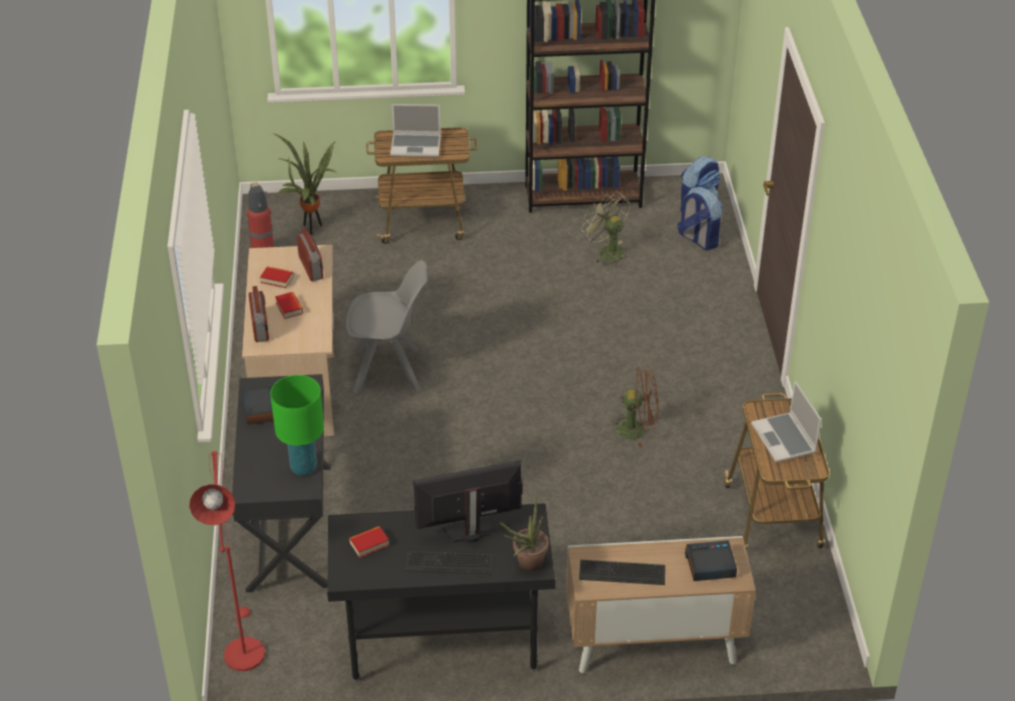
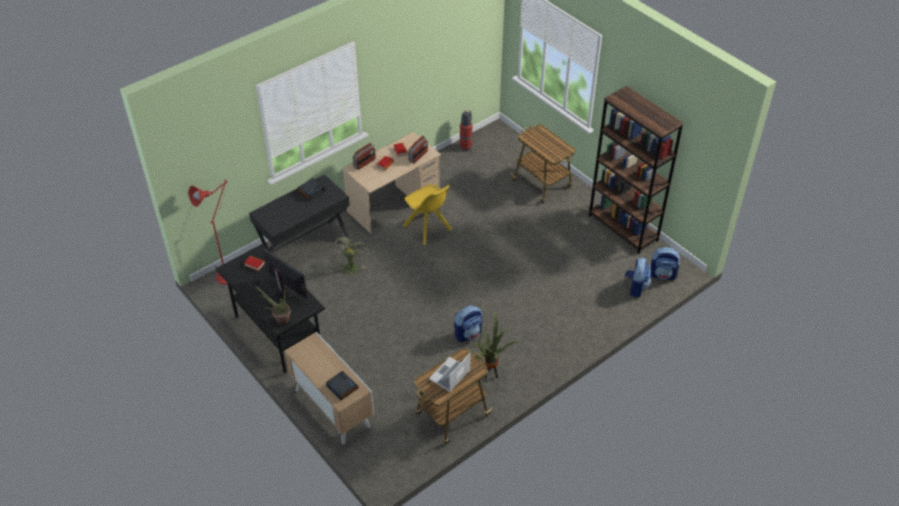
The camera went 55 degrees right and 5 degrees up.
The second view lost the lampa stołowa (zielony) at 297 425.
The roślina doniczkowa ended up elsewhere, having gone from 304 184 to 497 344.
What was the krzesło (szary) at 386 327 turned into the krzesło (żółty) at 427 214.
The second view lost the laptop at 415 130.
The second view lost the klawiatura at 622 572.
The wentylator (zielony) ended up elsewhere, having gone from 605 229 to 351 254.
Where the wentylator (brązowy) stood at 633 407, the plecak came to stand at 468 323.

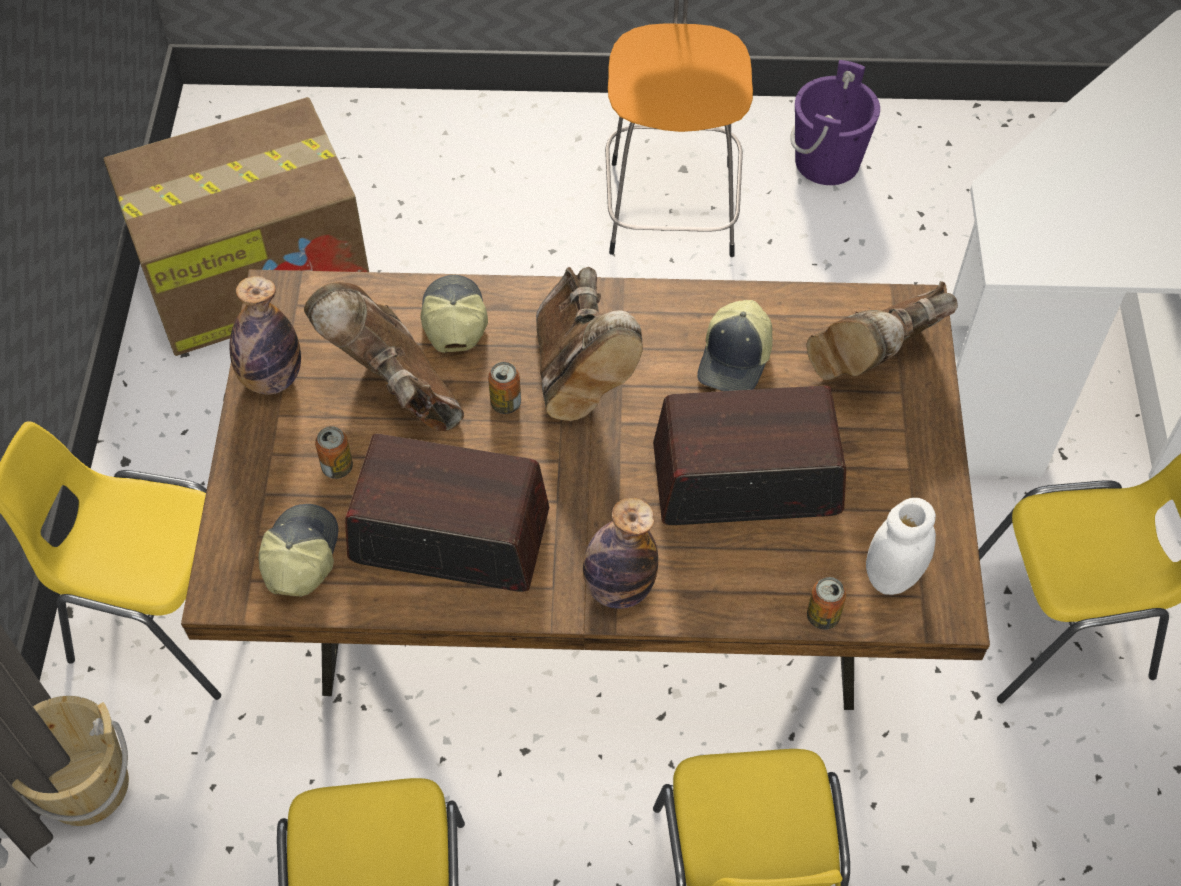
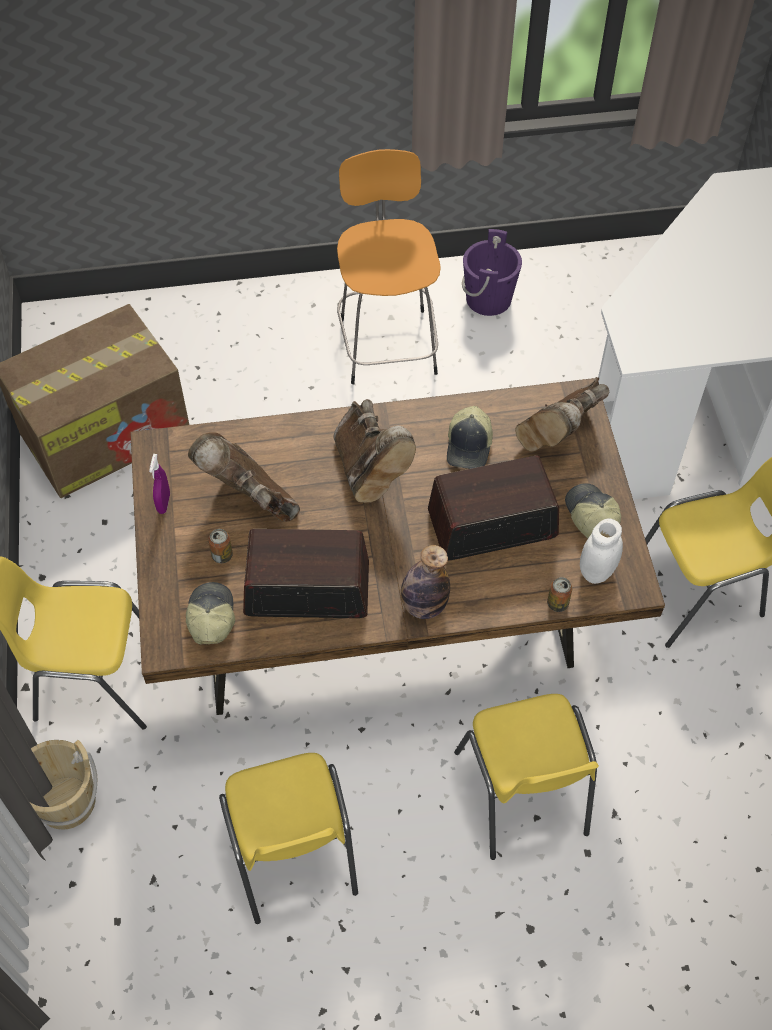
The camera went 10 degrees left and 0 degrees up.
Where the butelka stood at 265 335, the spryskiwacz (fioletowy) came to stand at 159 484.
The czapka z daszkiem ended up elsewhere, having gone from 454 314 to 593 510.
The second view lost the puszka at 504 388.

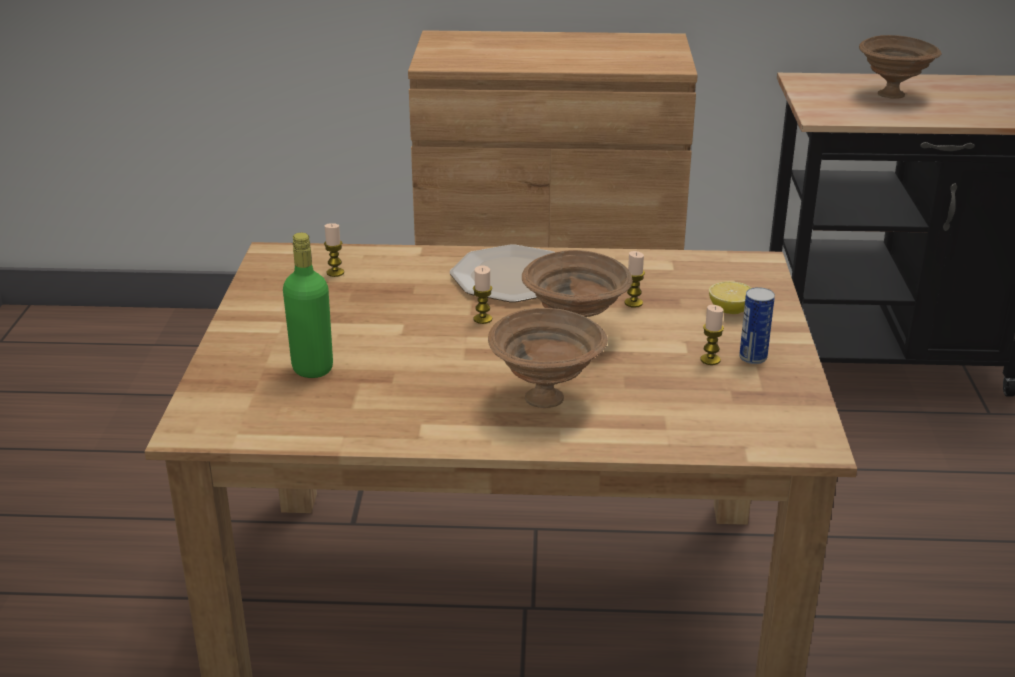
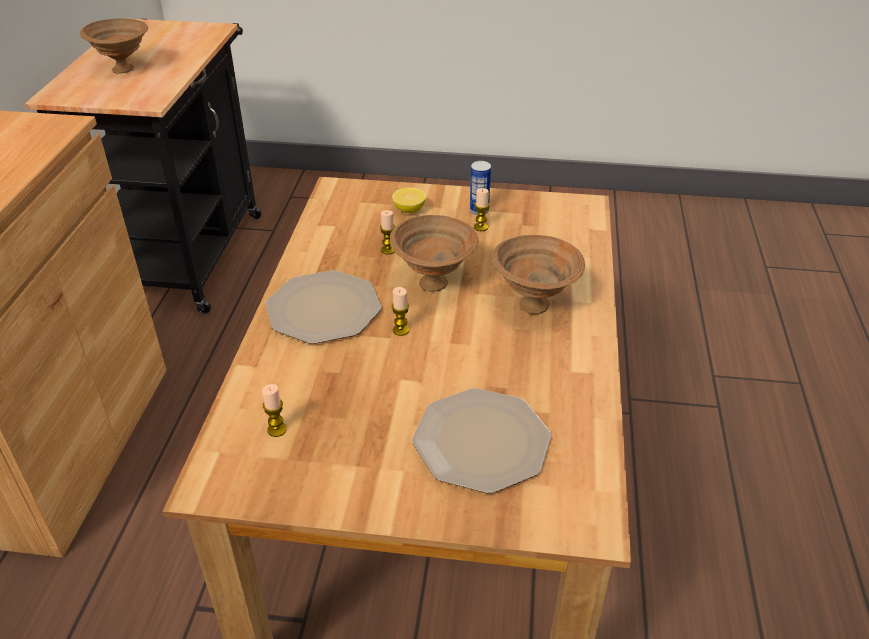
The camera went 85 degrees left and 10 degrees up.
Where the butelka (zielony) stood at 308 305, the talerz came to stand at 481 441.

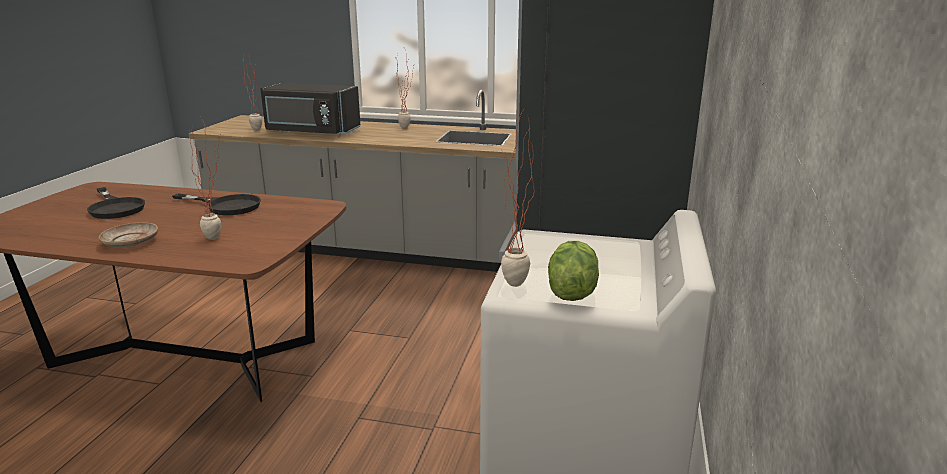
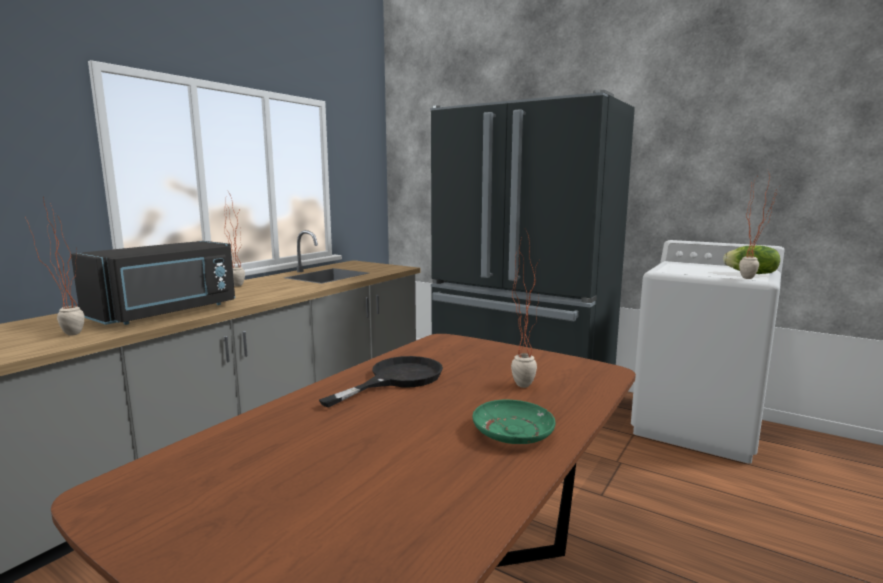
The camera went 70 degrees left and 10 degrees down.
The second view lost the patelnia (czarny) at 116 203.
What was the talerz (beżowy) at 128 234 turned into the talerz (zielony) at 514 422.

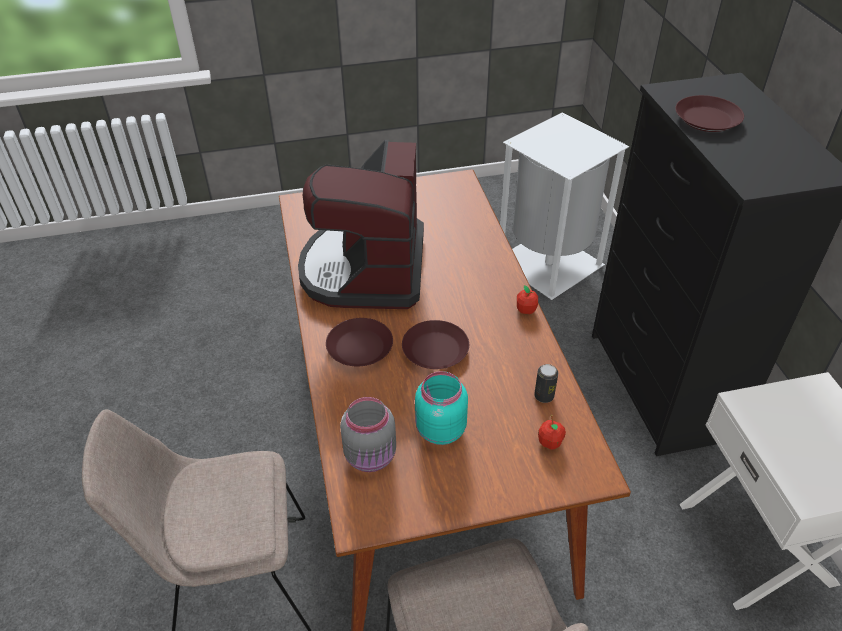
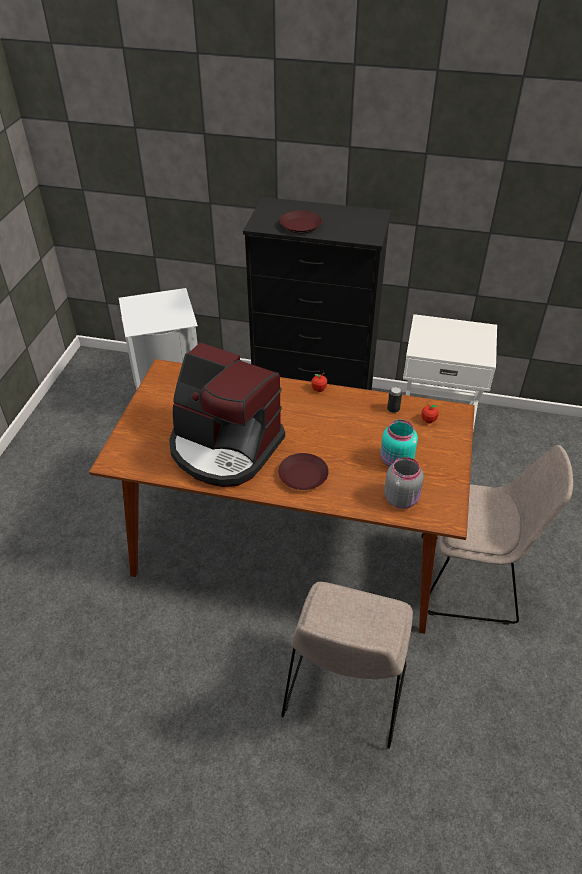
The camera went 65 degrees left and 0 degrees up.
The second view lost the talerz (brązowy) at 435 344.

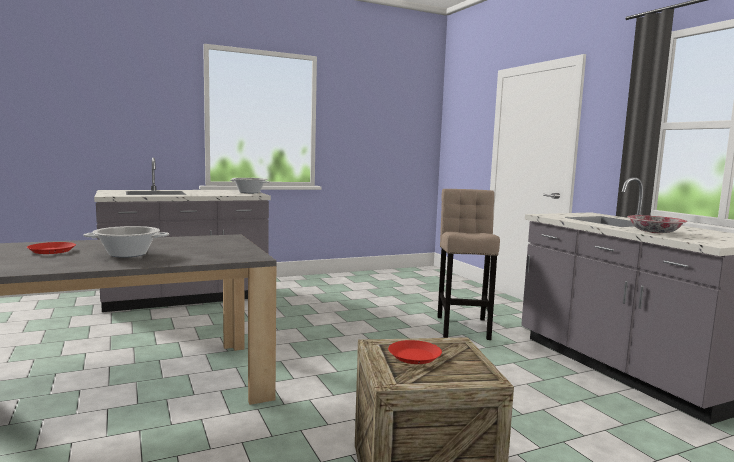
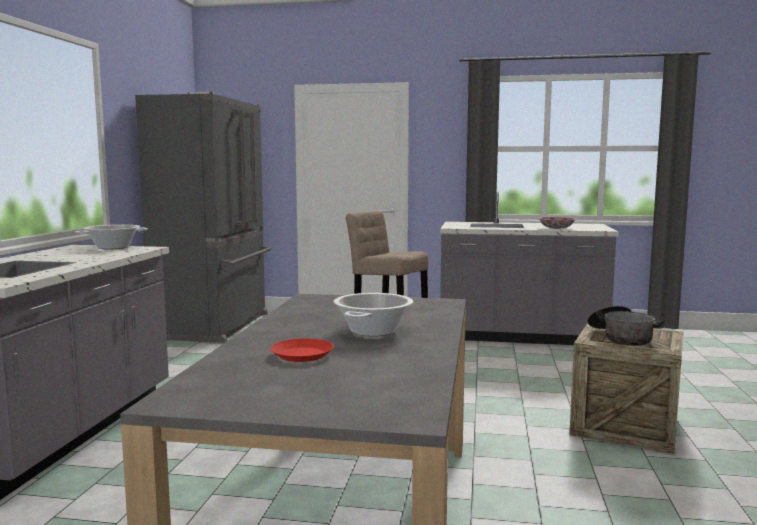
The camera went 55 degrees left and 0 degrees up.
Where the talerz (czerwony) stood at 415 352, the garnek came to stand at 626 326.
The second view gained the lodówka (szary) at 203 217.

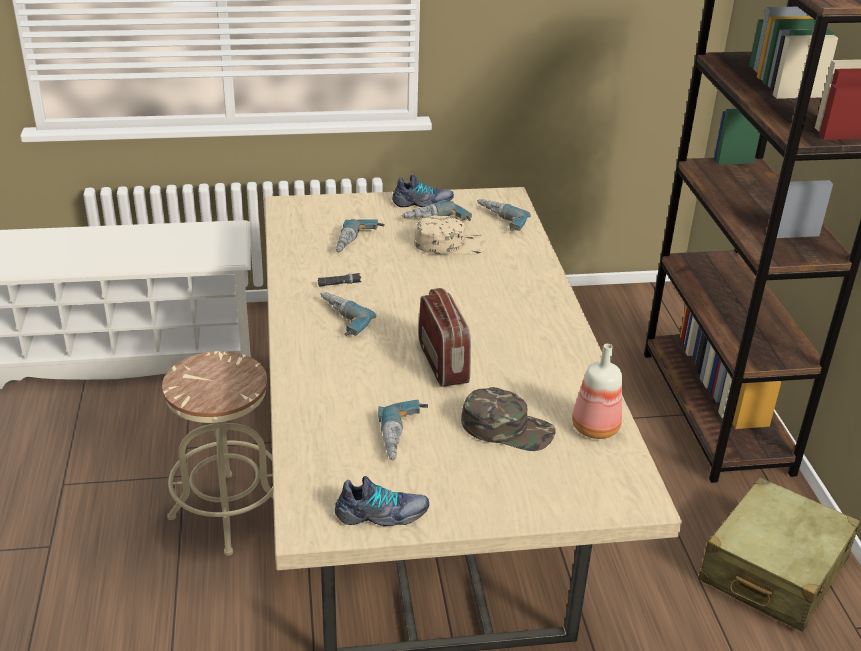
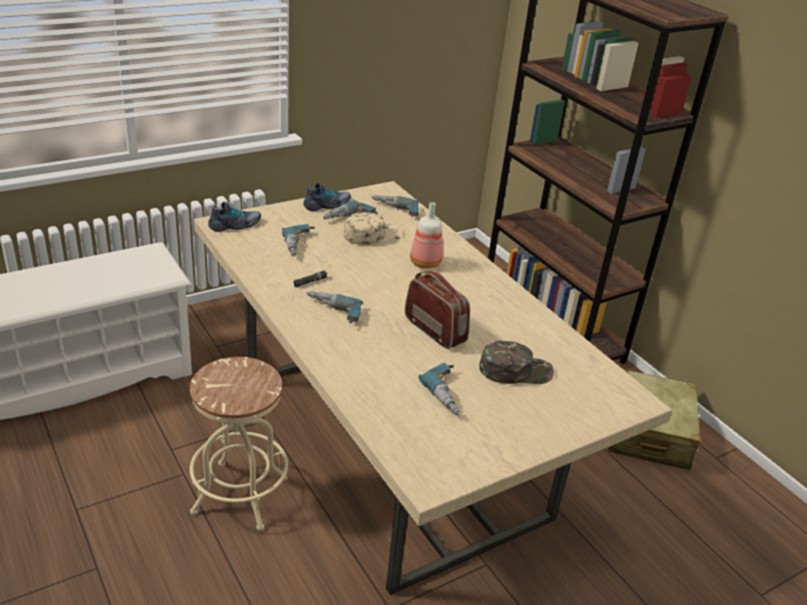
The camera went 25 degrees left and 0 degrees up.
The but ended up elsewhere, having gone from 382 501 to 234 217.
The butelka ended up elsewhere, having gone from 597 391 to 426 235.

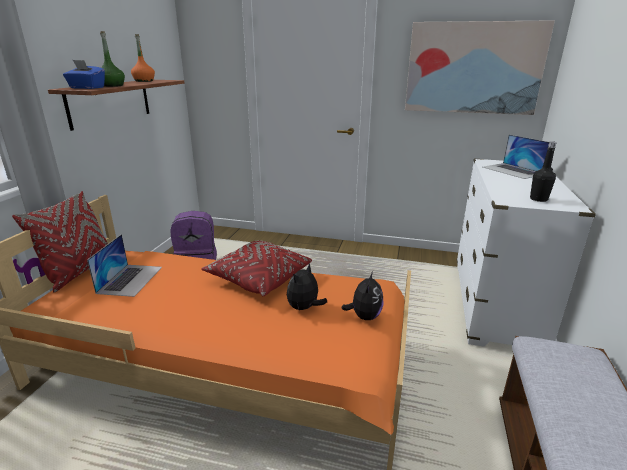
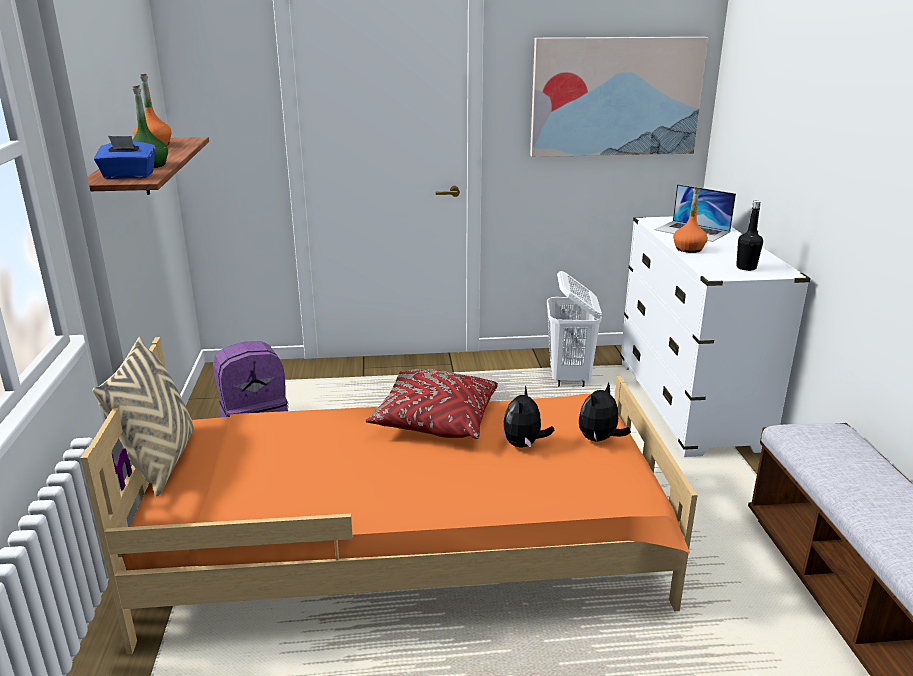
The camera went 20 degrees left and 0 degrees up.
What was the poduszka (czerwony) at 60 242 turned into the poduszka (beżowy) at 143 416.
The second view lost the laptop at 124 265.
The pluszak at 362 295 ended up facing another way, 135 degrees counterclockwise from before.
The second view gained the kosz na pranie (biały) at 574 329.
The second view gained the butelka (pomarańczowy) at 690 220.

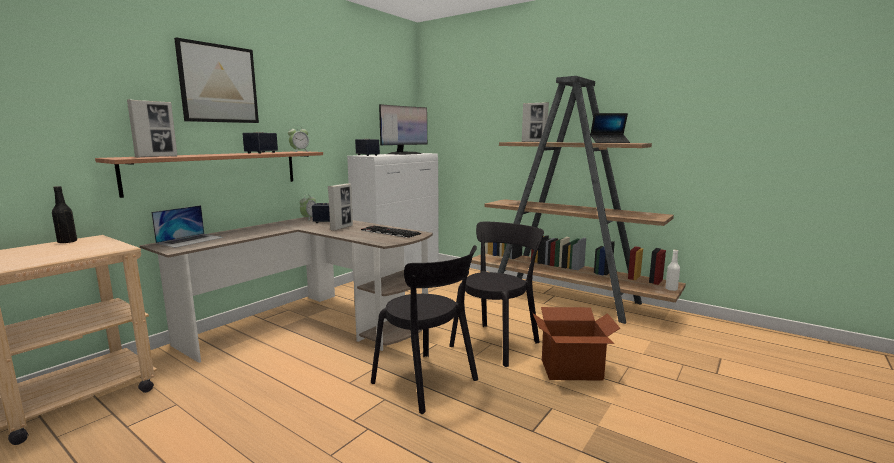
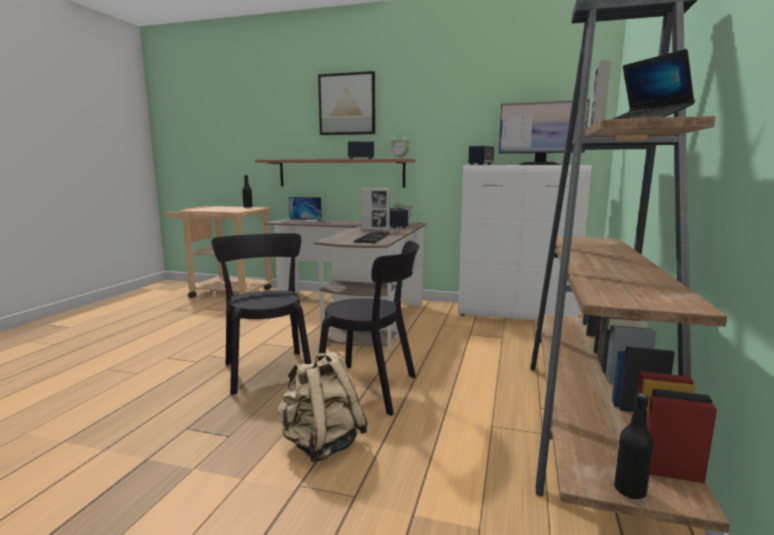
The camera went 70 degrees right and 0 degrees up.
The second view lost the ramka na zdjęcie at 152 128.
The krzesło (czarny) at 424 329 ended up facing another way, 135 degrees clockwise from before.
Where the karton stood at 576 344, the plecak (beżowy) came to stand at 322 406.
What was the butelka (biały) at 672 270 turned into the butelka (czarny) at 634 446.

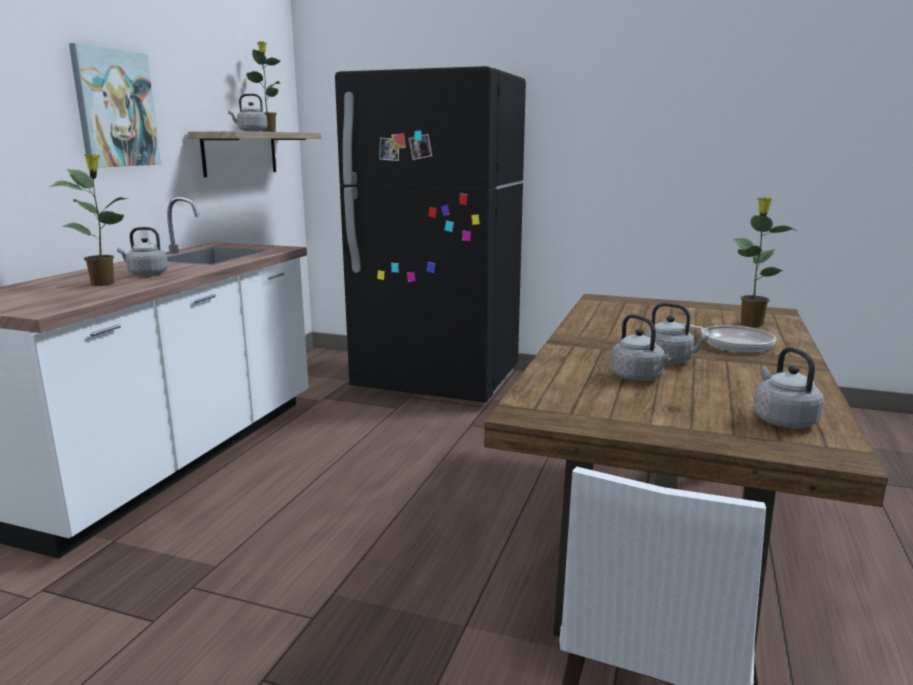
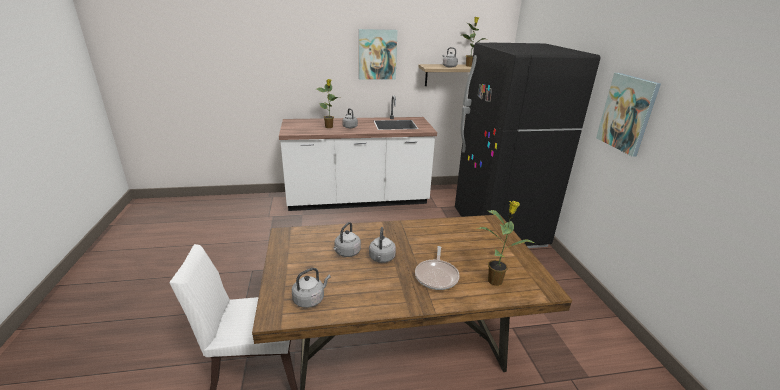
The camera went 60 degrees right and 10 degrees up.
The second view gained the obraz at 628 115.

